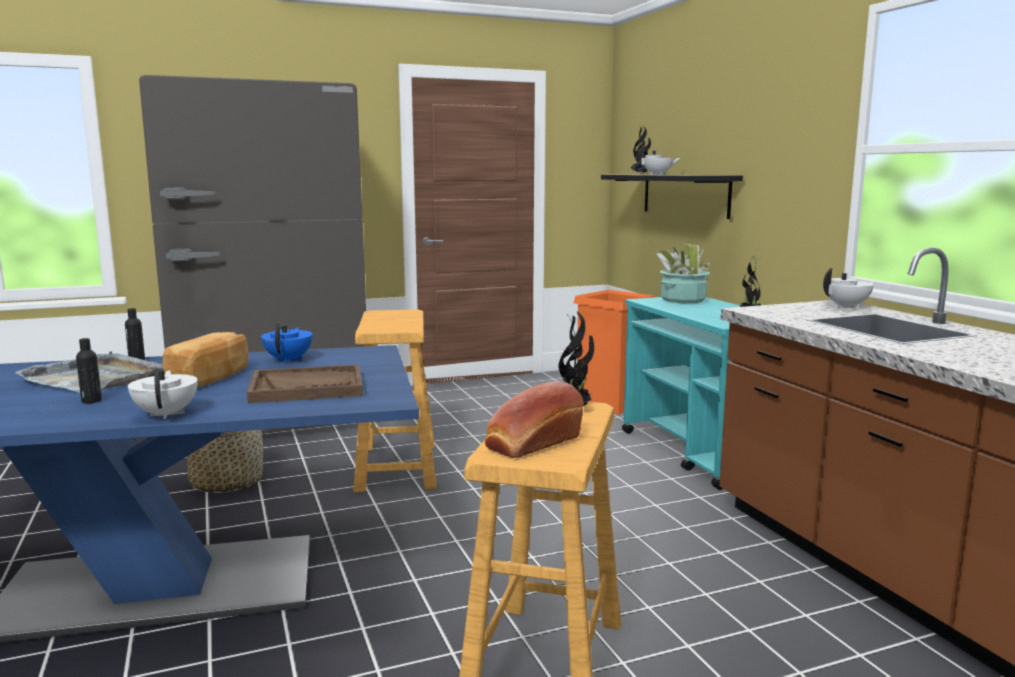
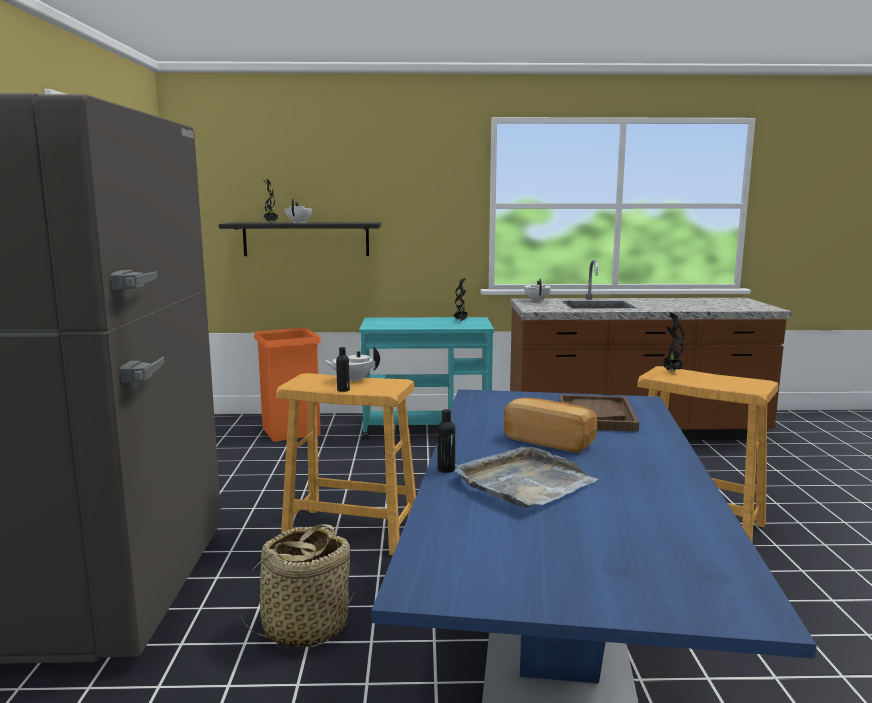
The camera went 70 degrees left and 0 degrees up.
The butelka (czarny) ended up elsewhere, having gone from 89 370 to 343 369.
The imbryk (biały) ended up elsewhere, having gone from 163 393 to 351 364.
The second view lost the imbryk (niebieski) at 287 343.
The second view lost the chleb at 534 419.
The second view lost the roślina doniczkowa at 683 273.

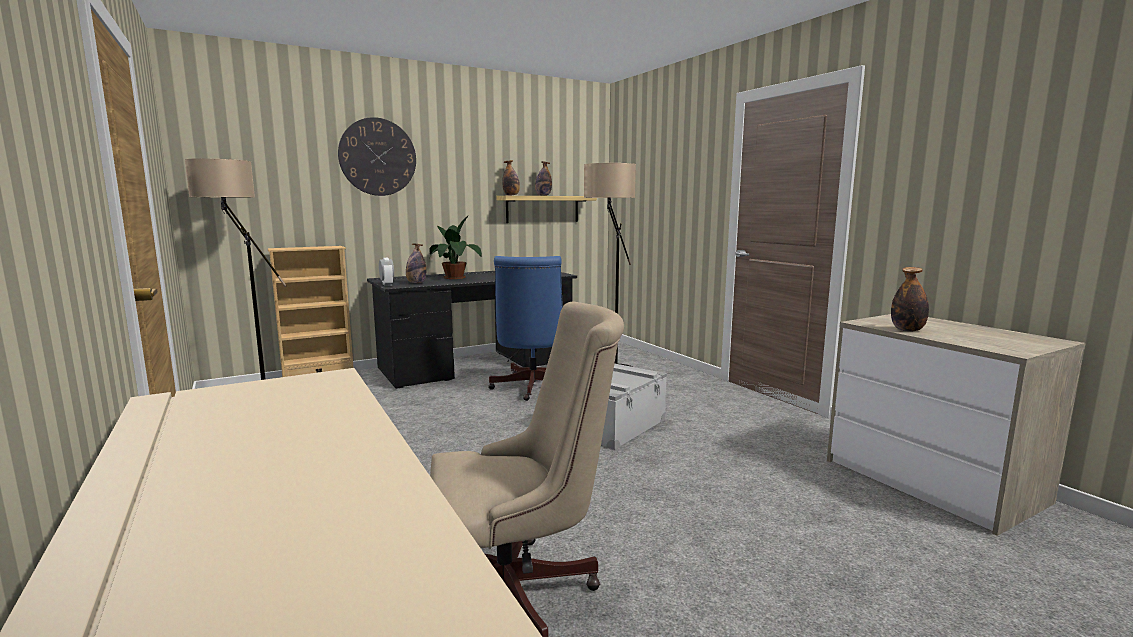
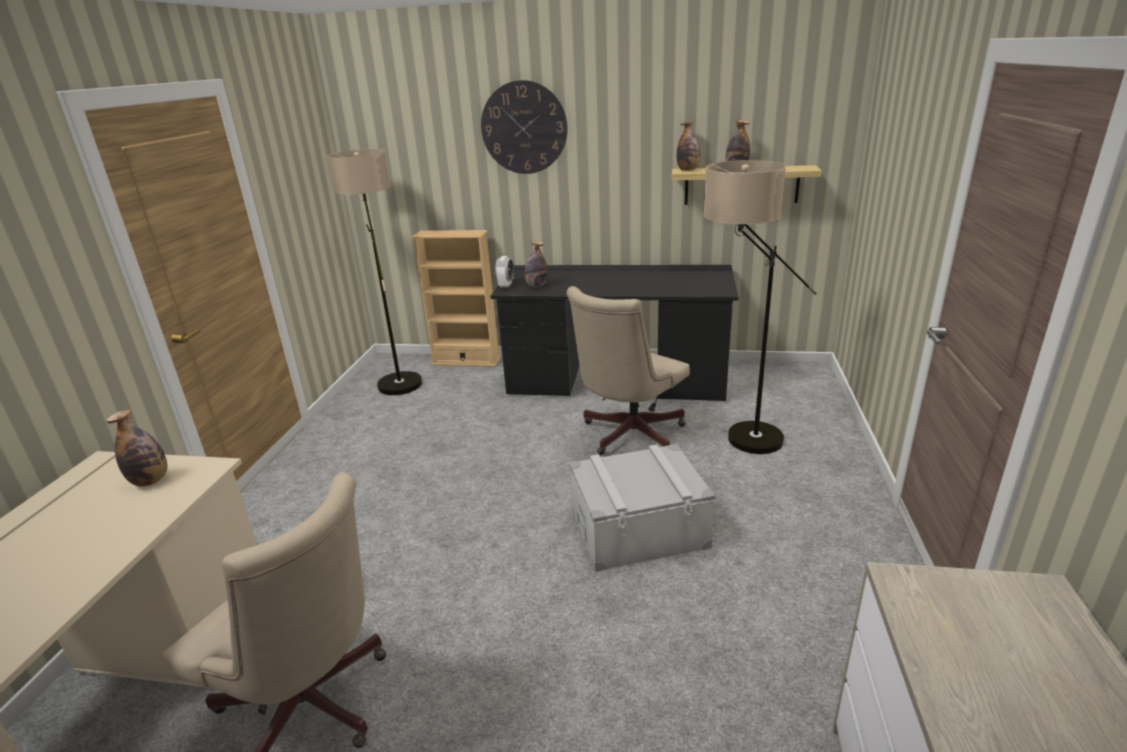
The camera went 40 degrees right and 15 degrees up.
The second view lost the roślina doniczkowa at 455 247.
What was the krzesło biurowe (niebieski) at 525 328 turned into the krzesło biurowe (beżowy) at 628 370.
The butelka ended up elsewhere, having gone from 910 299 to 137 448.

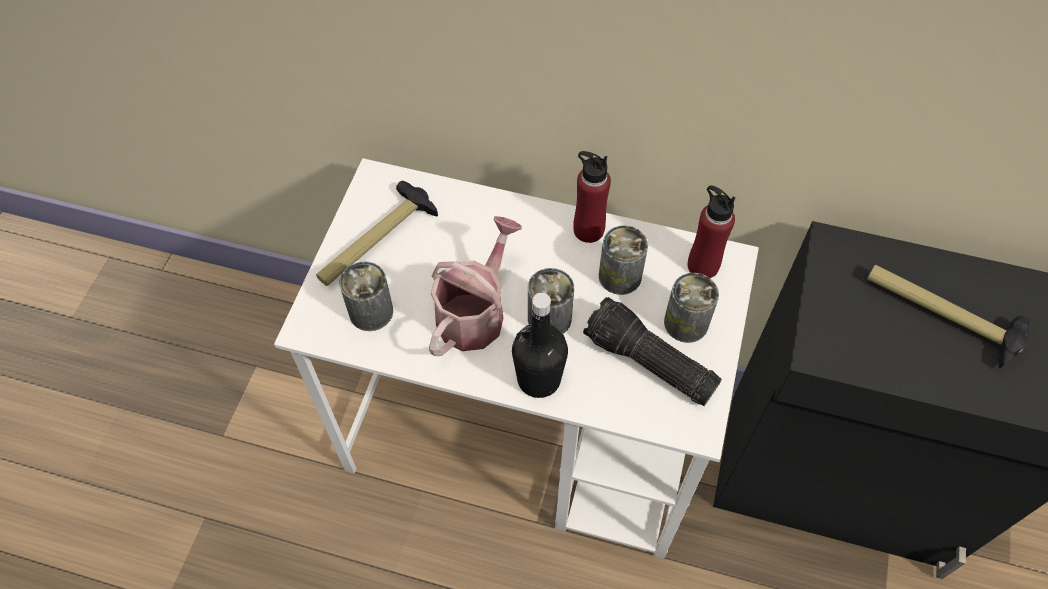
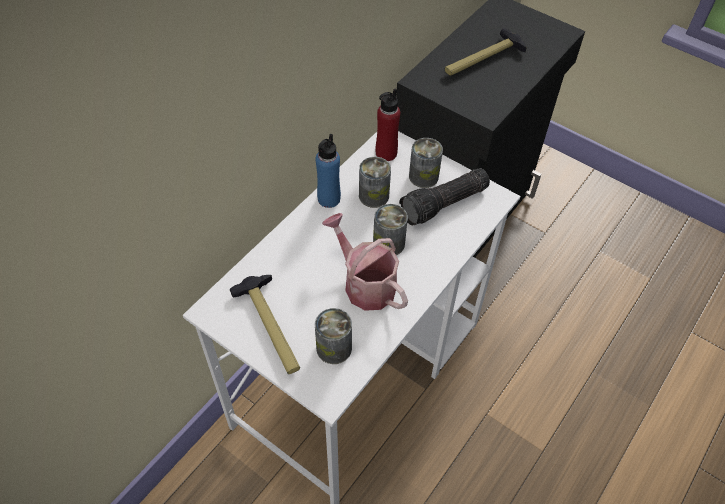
The camera went 70 degrees left and 5 degrees down.
The second view lost the butelka (czarny) at 540 345.
What was the butelka (czerwony) at 592 197 turned into the butelka (niebieski) at 328 171.

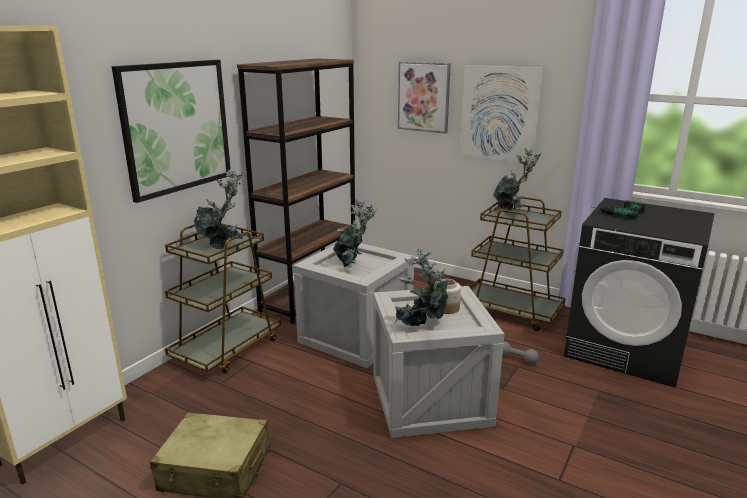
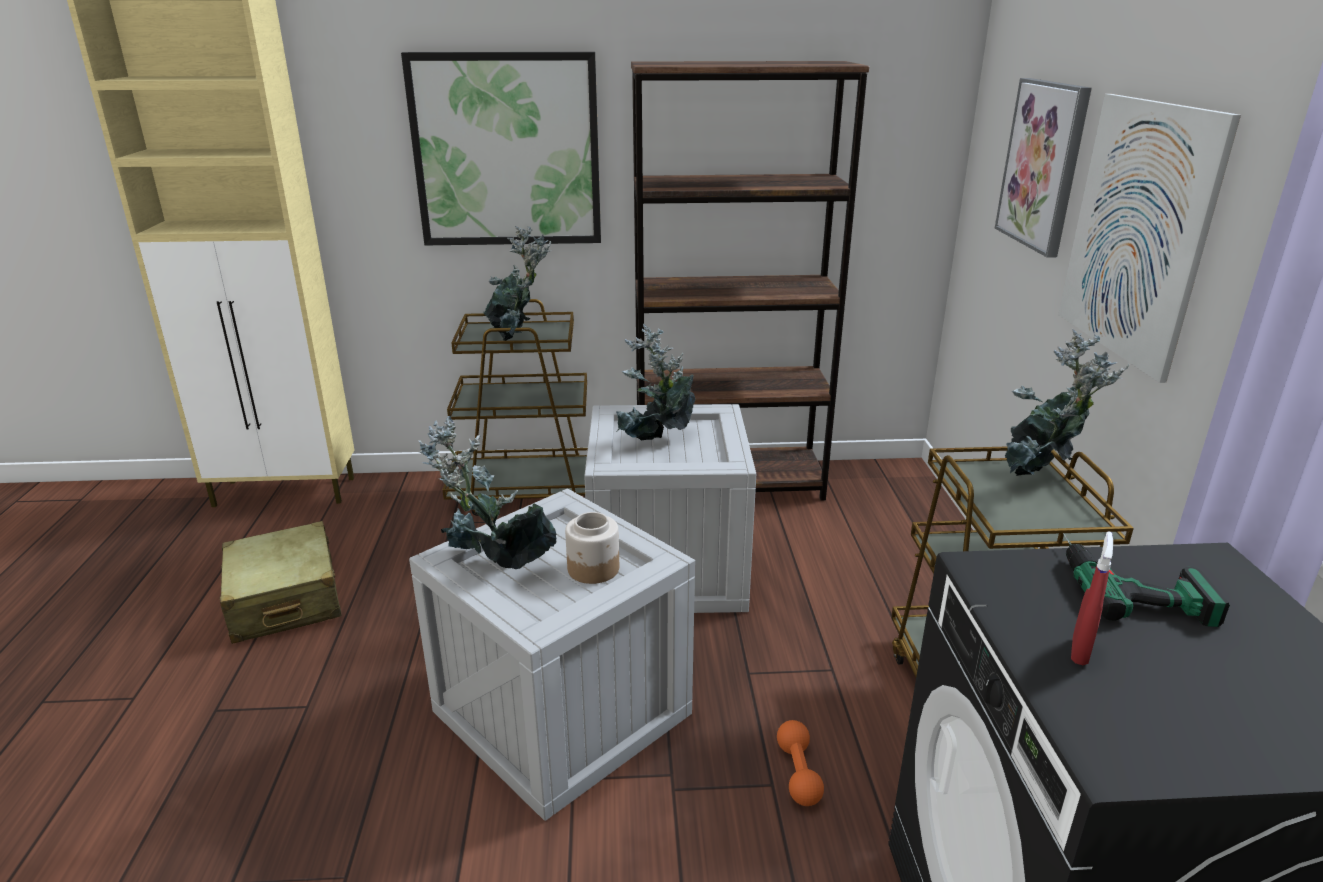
The camera went 55 degrees right and 5 degrees up.
What was the hantel (szary) at 520 352 turned into the hantel (pomarańczowy) at 800 763.
The second view gained the spryskiwacz (czerwony) at 1092 598.

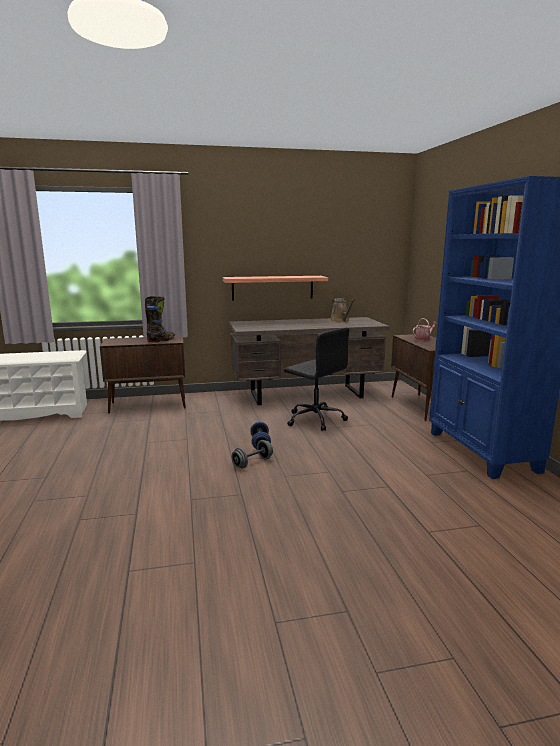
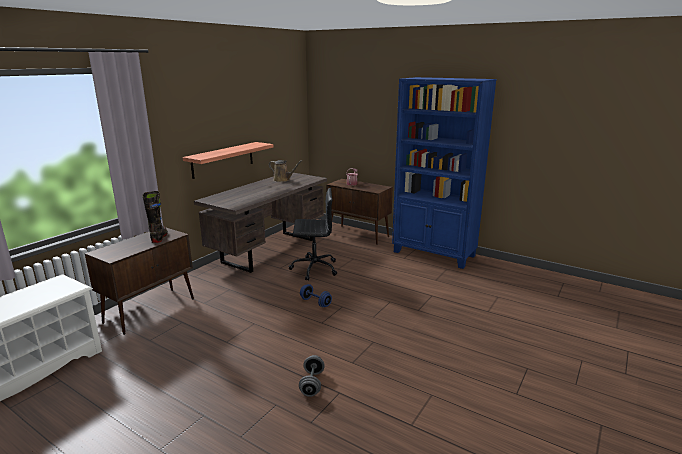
The camera went 45 degrees left and 5 degrees up.
The hantel (szary) ended up elsewhere, having gone from 252 454 to 312 376.

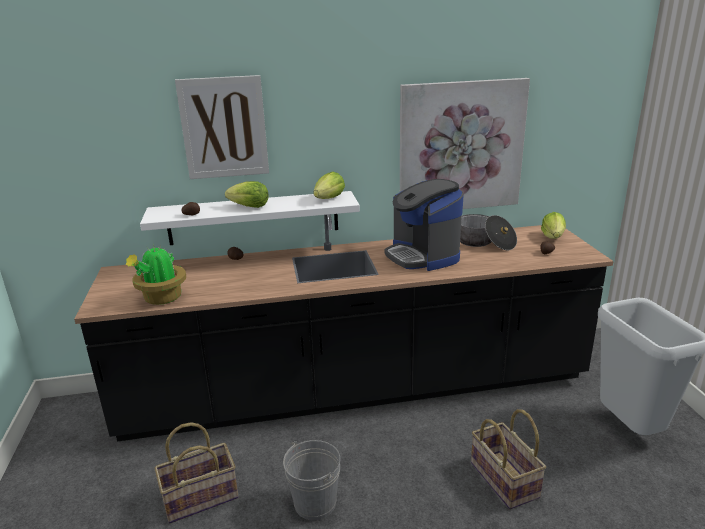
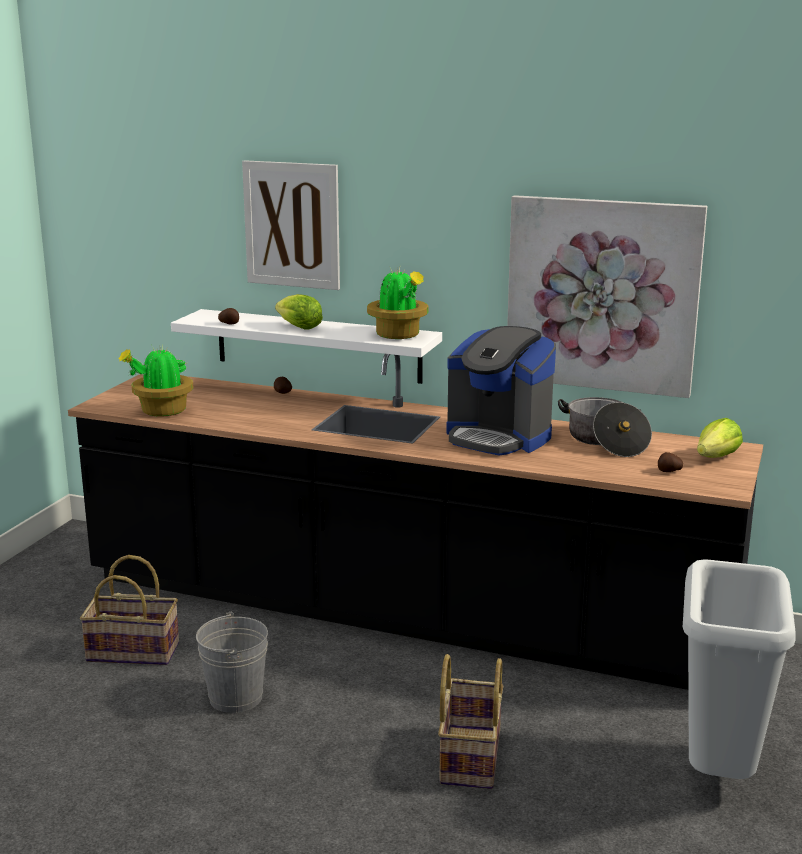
The camera went 30 degrees right and 5 degrees down.
Where the sałata stood at 329 185, the roślina doniczkowa came to stand at 398 303.
The ekspres do kawy at 424 225 ended up facing another way, 60 degrees counterclockwise from before.

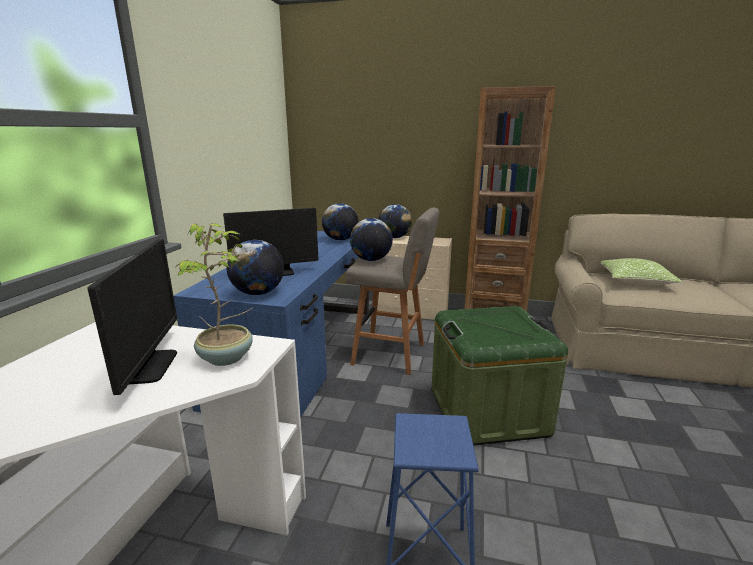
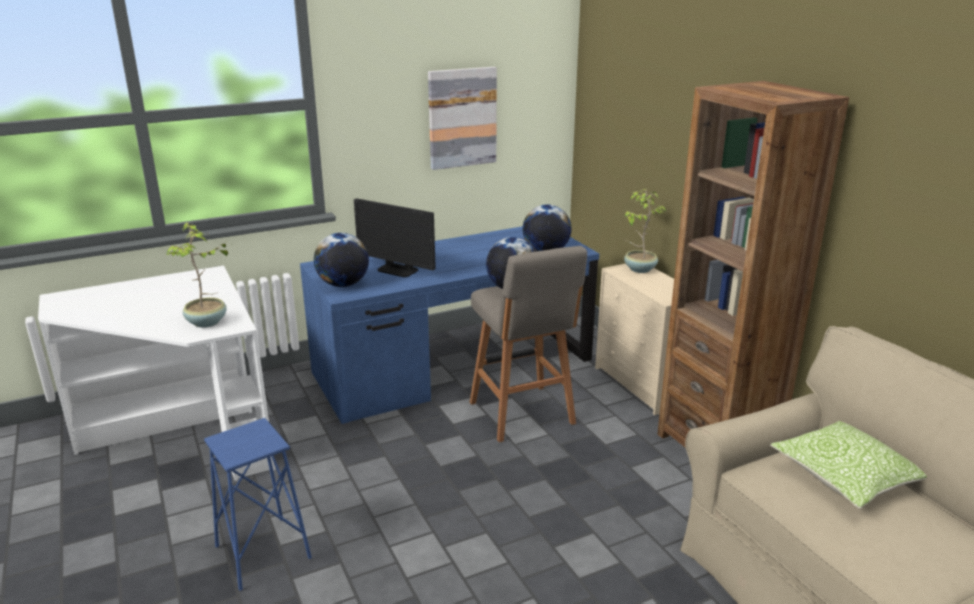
The camera went 50 degrees right and 5 degrees up.
The second view lost the monitor at 132 317.
Where the globus stood at 395 221, the roślina doniczkowa came to stand at 645 231.
The second view lost the pojemnik do przechowywania (zielony) at 500 375.
The second view gained the obraz at 462 118.

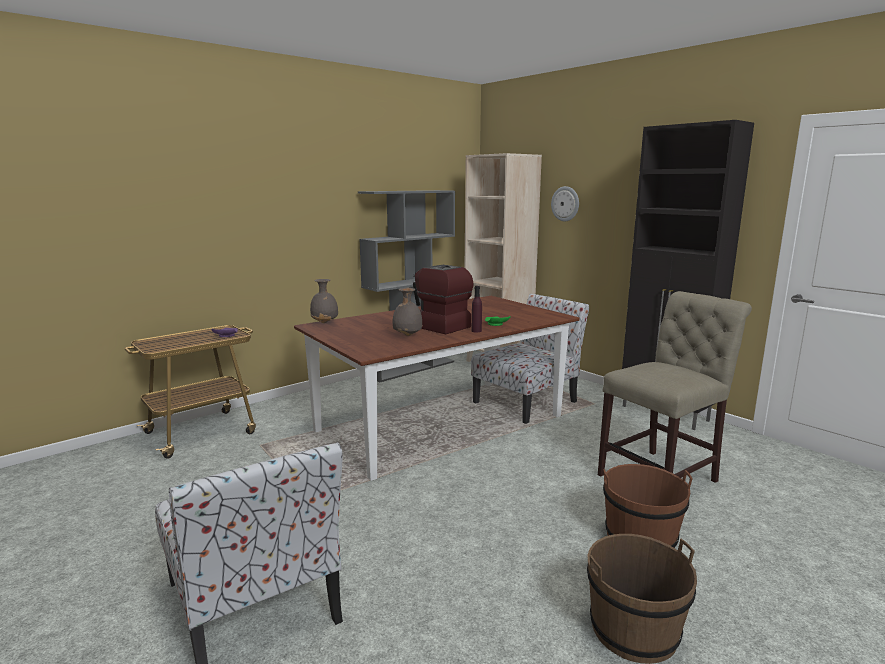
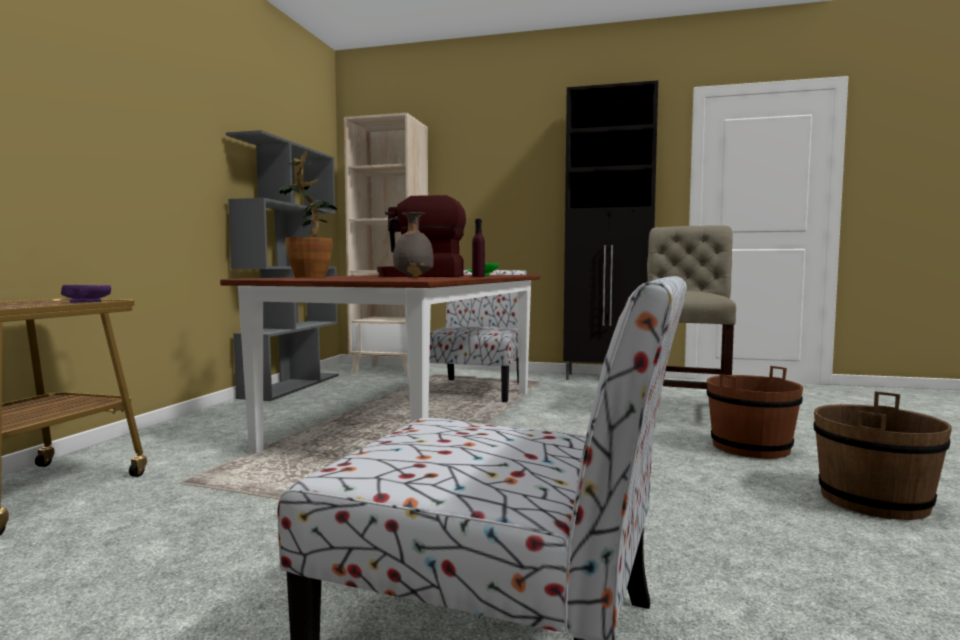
The camera went 35 degrees left and 10 degrees down.
The second view lost the wazon (szary) at 324 301.
The second view lost the zegar ścienny at 565 203.
The second view gained the roślina doniczkowa at 308 214.

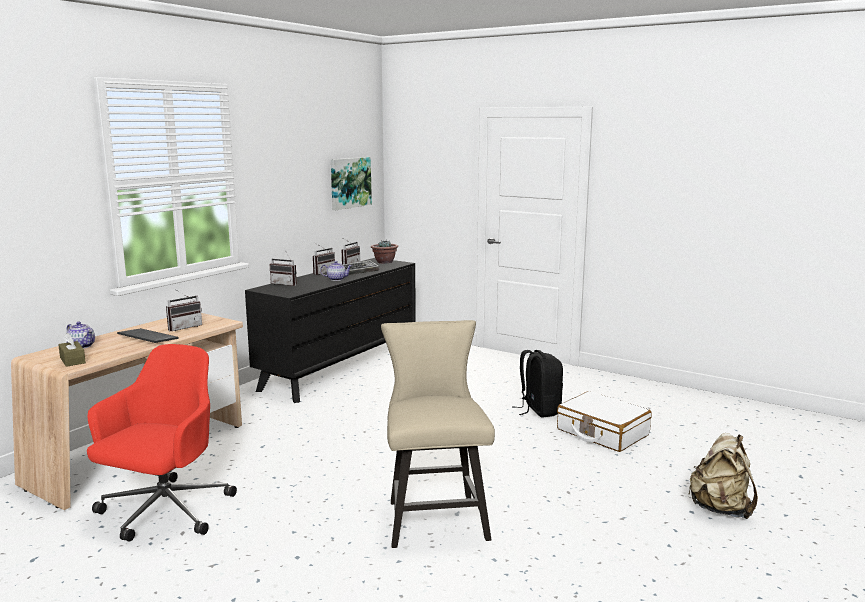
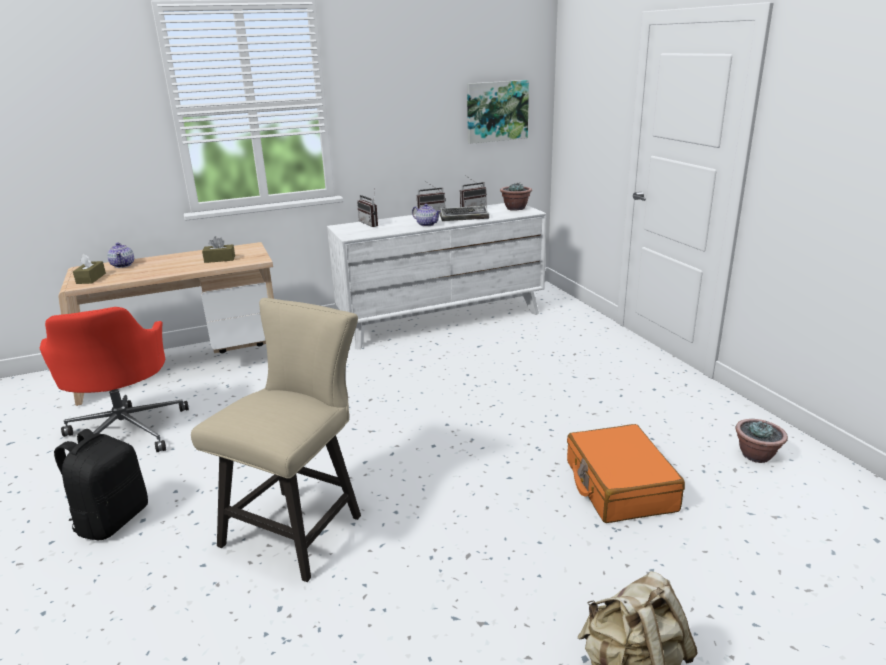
The camera went 35 degrees right and 10 degrees up.
The krzesło biurowe (czerwony) at 162 443 ended up facing another way, 105 degrees clockwise from before.
The second view lost the klawiatura at 148 335.
Where the radio stood at 184 310, the pudełko chusteczek (brązowy) came to stand at 218 249.
What was the komoda (czarny) at 330 330 turned into the komoda (biały) at 437 276.
The plecak (czarny) ended up elsewhere, having gone from 537 384 to 101 484.
What was the walizka (biały) at 604 421 turned into the walizka (pomarańczowy) at 626 473.
The second view gained the roślina doniczkowa at 761 441.

